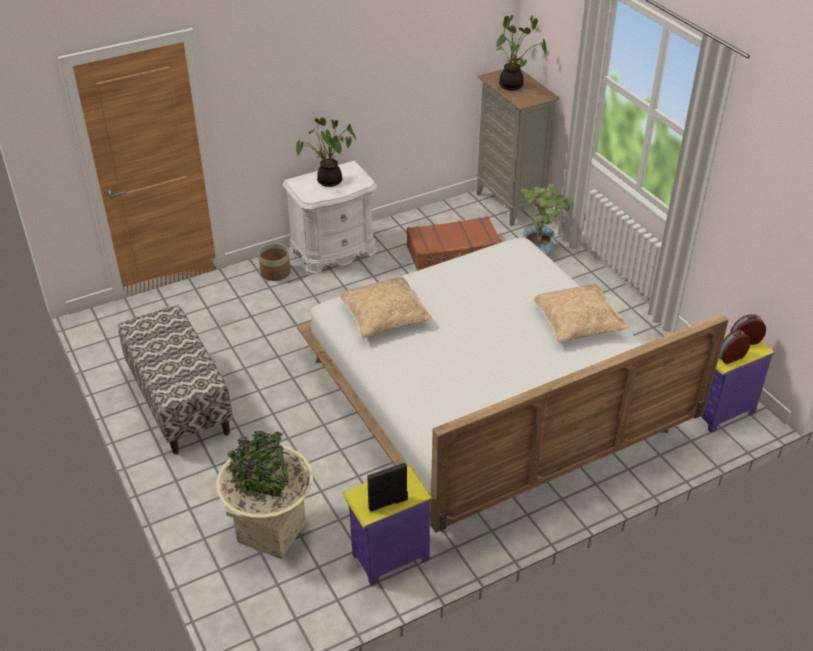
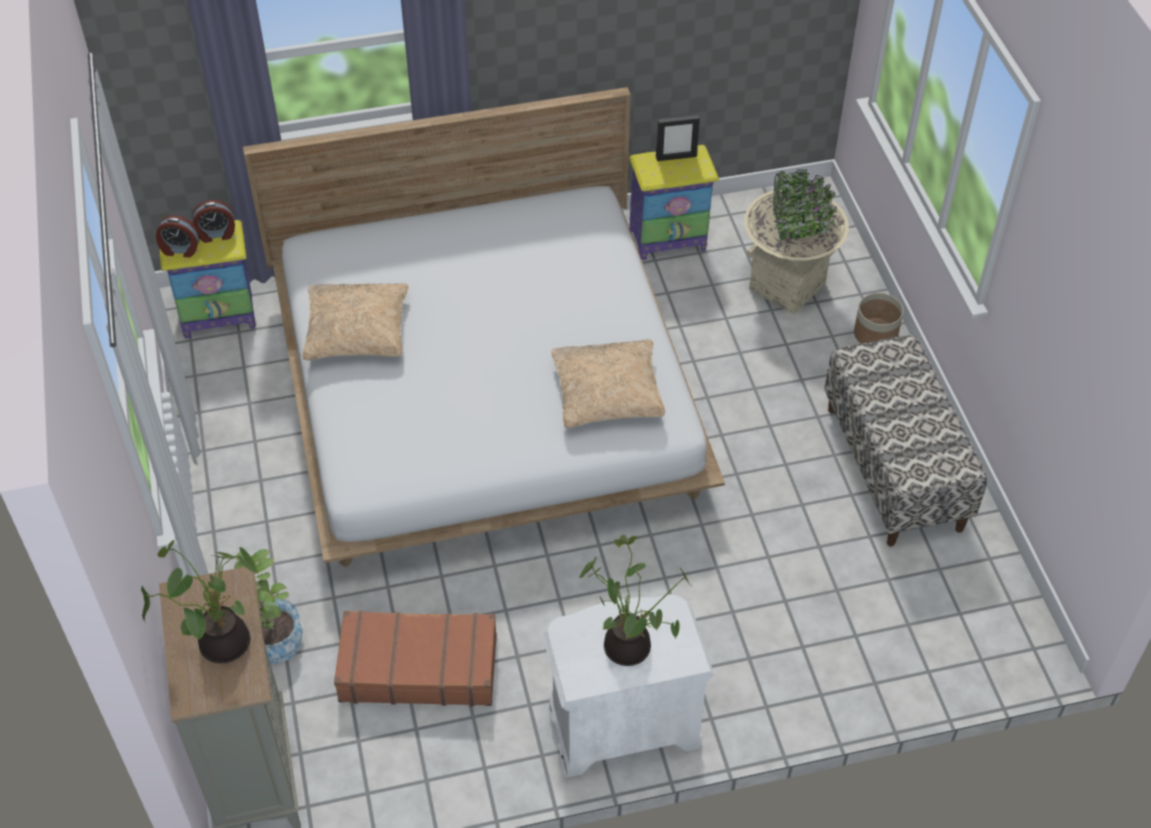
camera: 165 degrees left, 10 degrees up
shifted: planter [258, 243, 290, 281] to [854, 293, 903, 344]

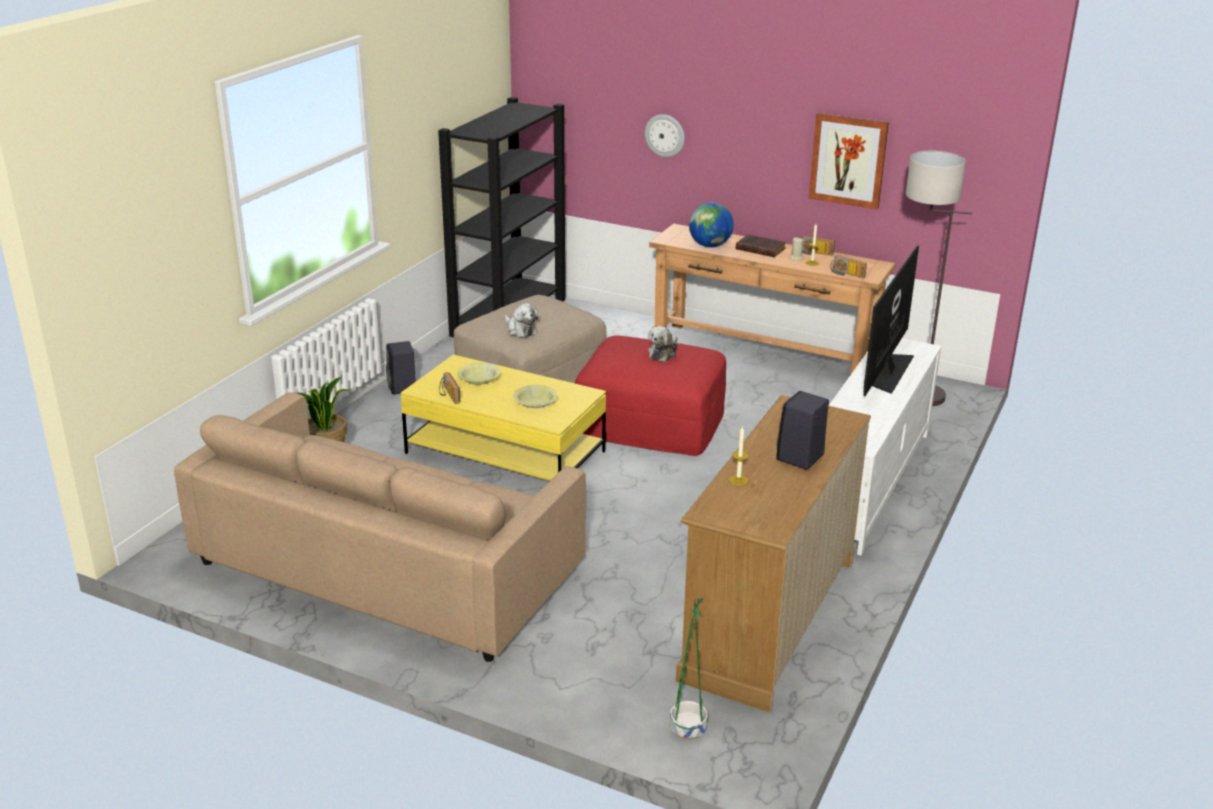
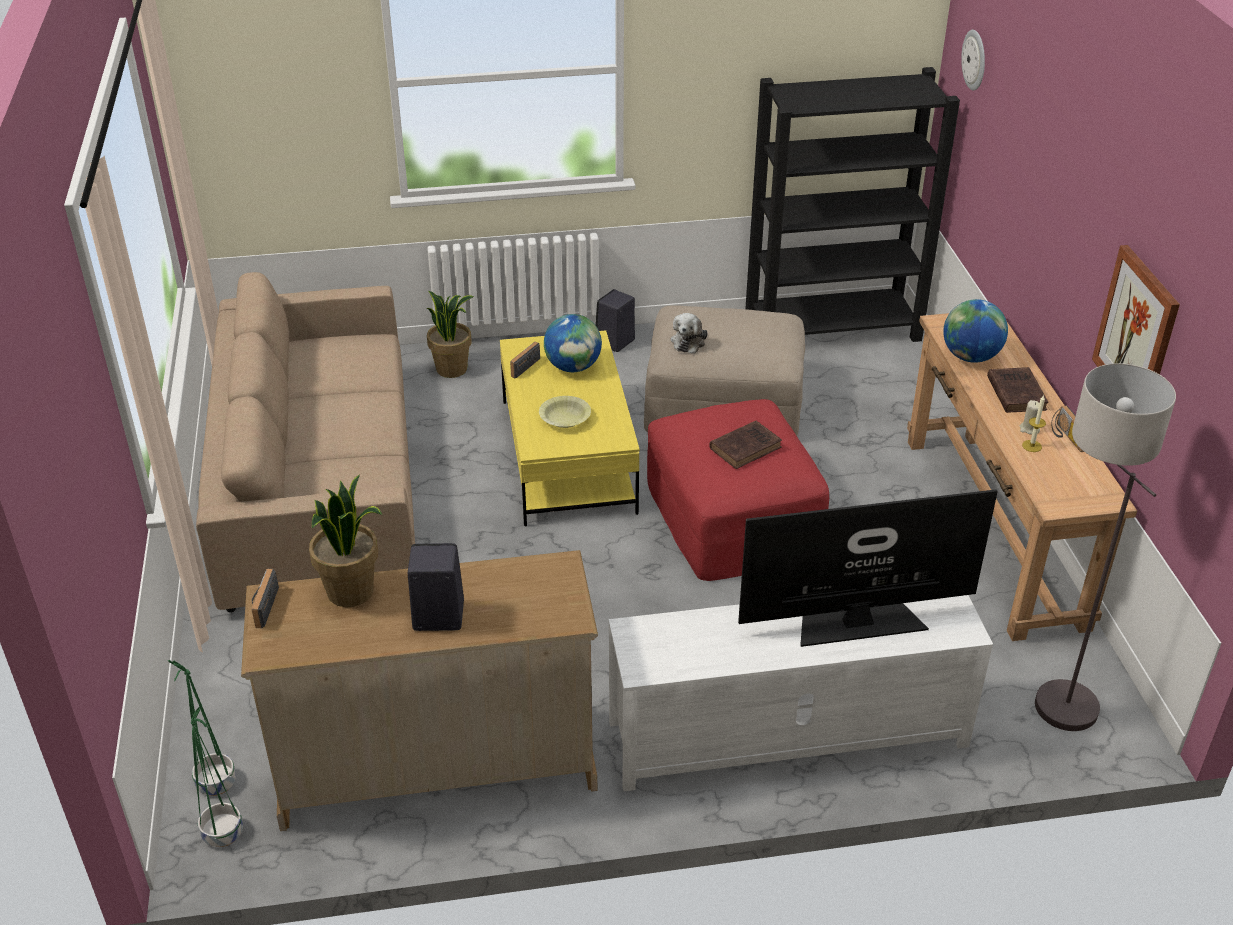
camera: 55 degrees right, 10 degrees up
new: planter in green-coloured [191, 705, 243, 847]
shifted: radio [830, 255, 867, 278] to [251, 569, 279, 628]; wall clock [645, 114, 685, 157] to [961, 30, 985, 91]
swapped: candle [729, 426, 749, 486] to potted plant [309, 475, 382, 607]; bowl in yellow-coloured [457, 363, 500, 385] to desk globe [544, 314, 602, 372]; soft toy [648, 326, 678, 362] to book in brown-coloured [710, 420, 782, 469]

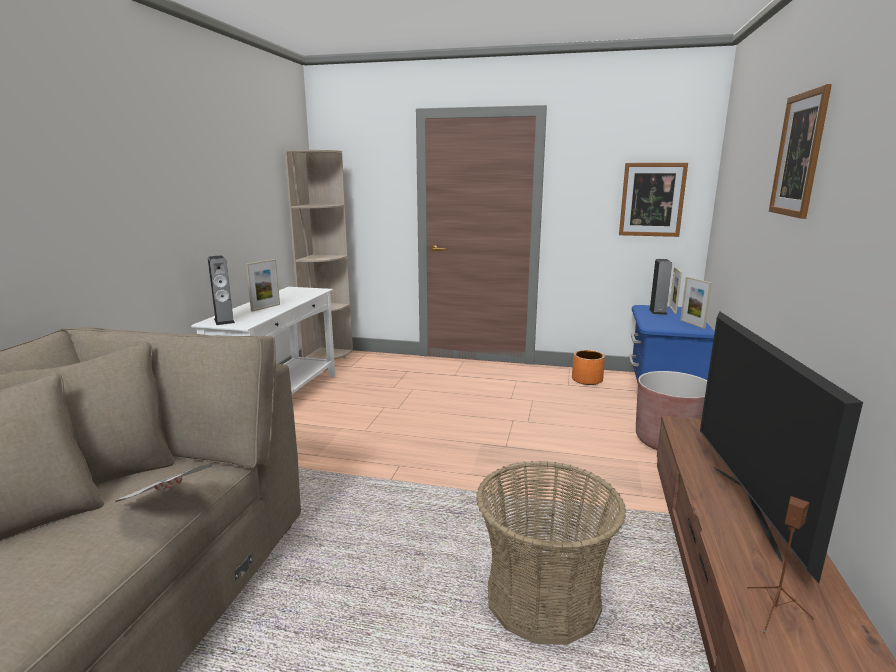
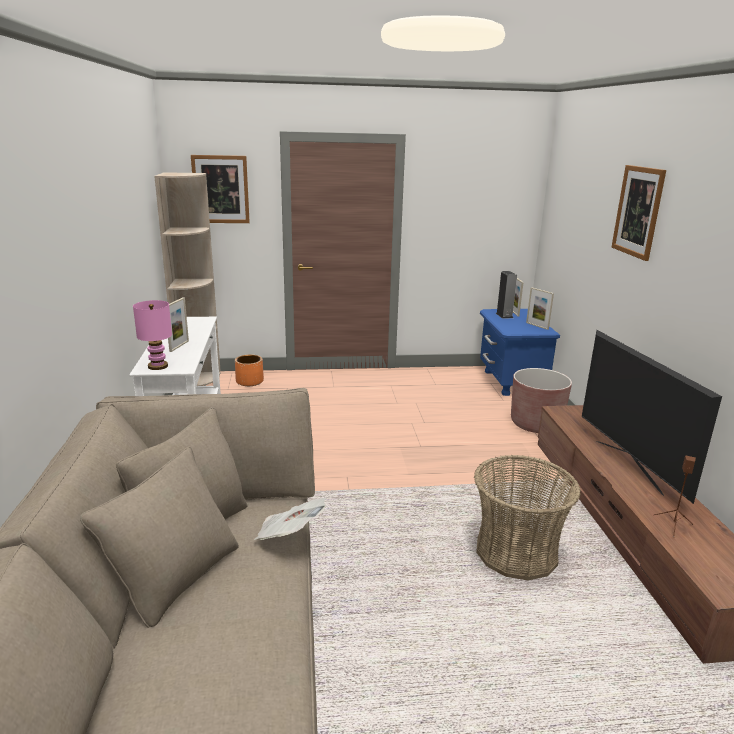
camera: 20 degrees left, 5 degrees up
shifted: wall art [619, 163, 688, 237] to [191, 155, 250, 223]; planter in orangey [572, 350, 605, 385] to [235, 354, 264, 386]
swapped: audio speaker [208, 256, 235, 325] to table lamp in pink [133, 300, 172, 370]

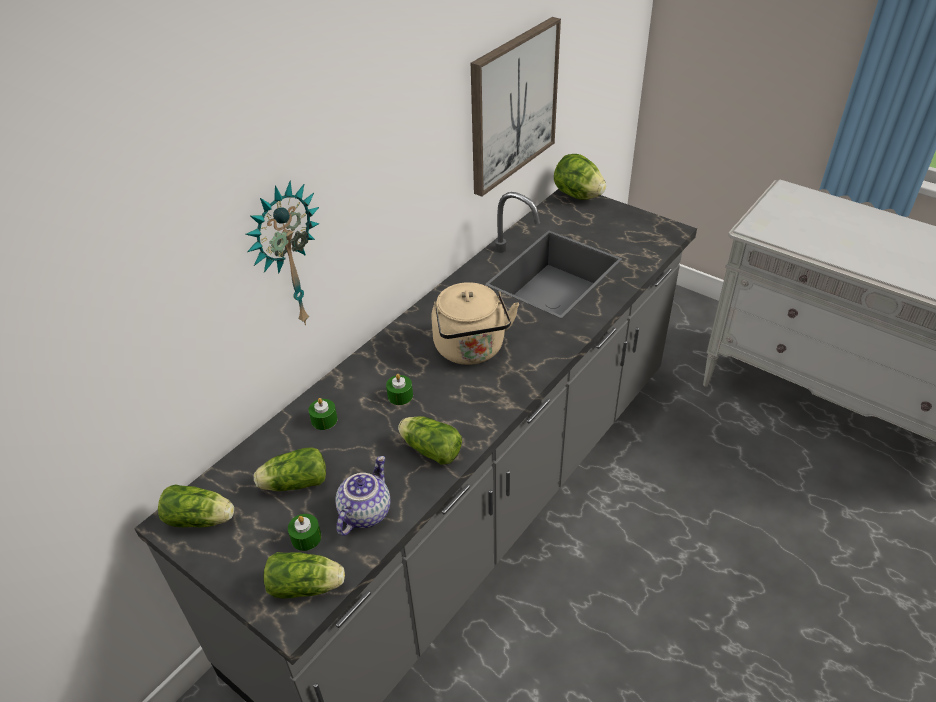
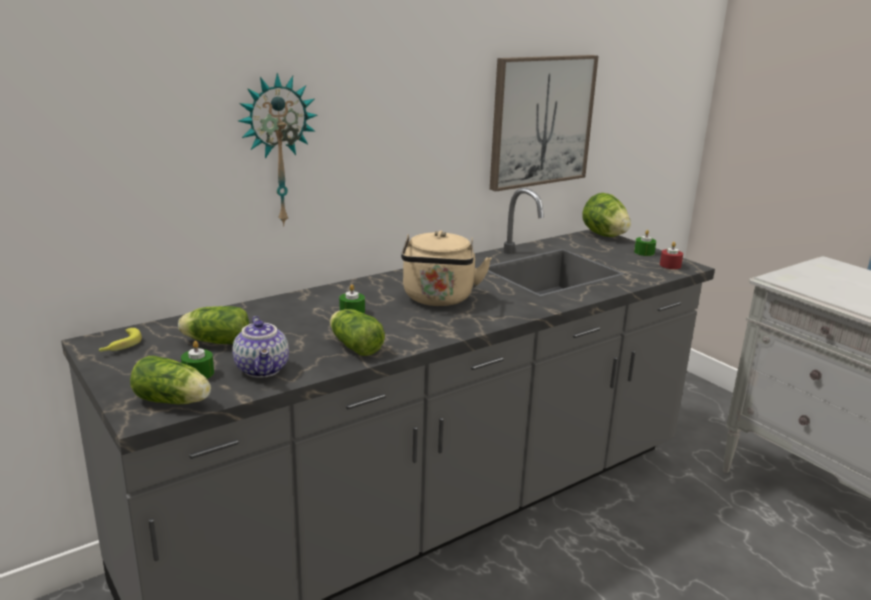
camera: 15 degrees right, 20 degrees down
new: candle in reddish [660, 242, 683, 269]
shifted: candle in green-coloured [309, 398, 338, 430] to [634, 230, 656, 256]
swapped: lettuce head [158, 485, 234, 527] to banana fruit [98, 328, 142, 352]
rotated: pot for tea [335, 456, 390, 536] = [233, 316, 289, 378] 120 degrees clockwise

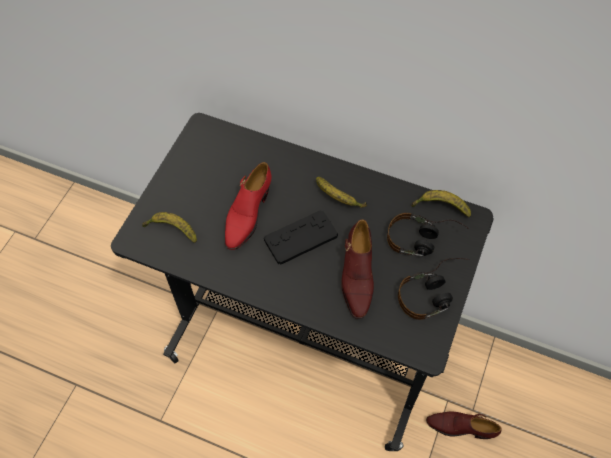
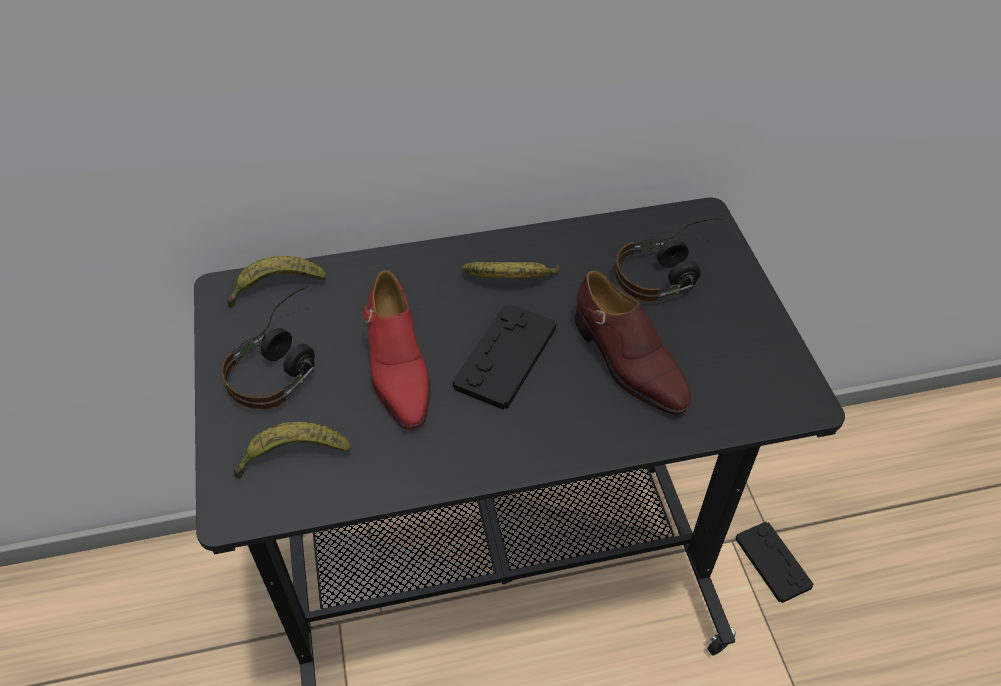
camera: 35 degrees left, 10 degrees down
shifted: pair of headphones [398, 258, 469, 320] to [221, 286, 315, 410]; banana fruit [411, 190, 471, 217] to [227, 256, 326, 308]
swapped: shoe in brown-coloured [426, 411, 502, 439] to gamepad in blackish [736, 522, 813, 603]

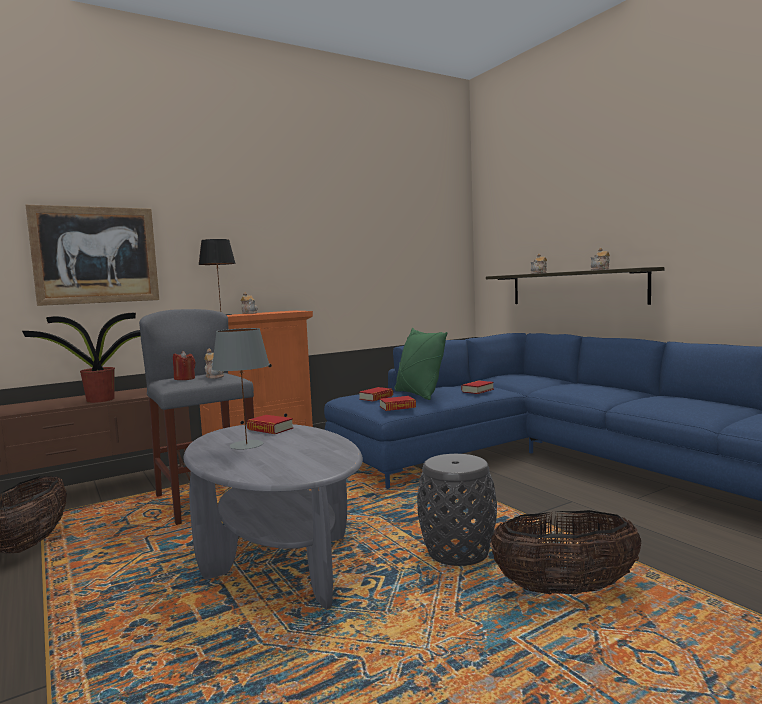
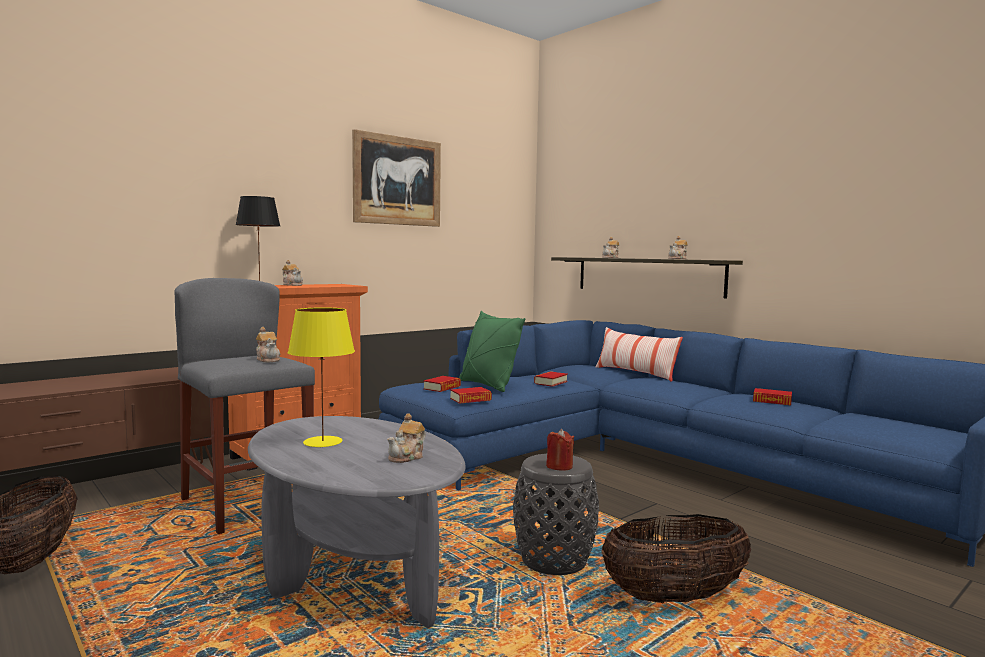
camera: 10 degrees left, 0 degrees up
gone: potted plant [22, 313, 141, 403]
new: pot for tea [387, 413, 425, 463]; pillow [596, 327, 683, 382]
shifted: wall art [26, 205, 159, 306] to [352, 129, 441, 227]; candle in reddish [173, 351, 195, 380] to [546, 429, 574, 471]; book [247, 415, 293, 434] to [753, 388, 792, 405]
repainted: table lamp in grey [212, 328, 270, 450] to table lamp in yellow-coloured [288, 307, 355, 447]

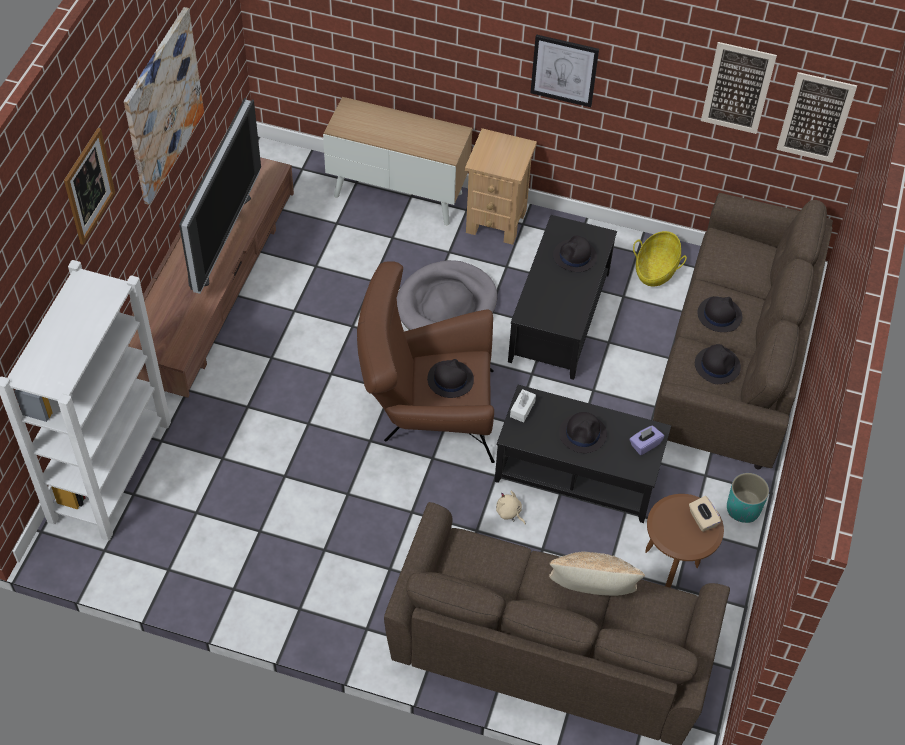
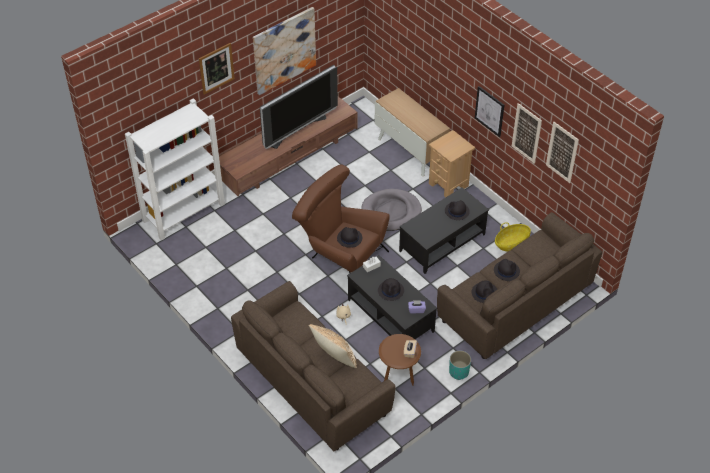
camera: 35 degrees right, 5 degrees down
shifted: wall art [776, 72, 857, 163] to [512, 103, 542, 164]

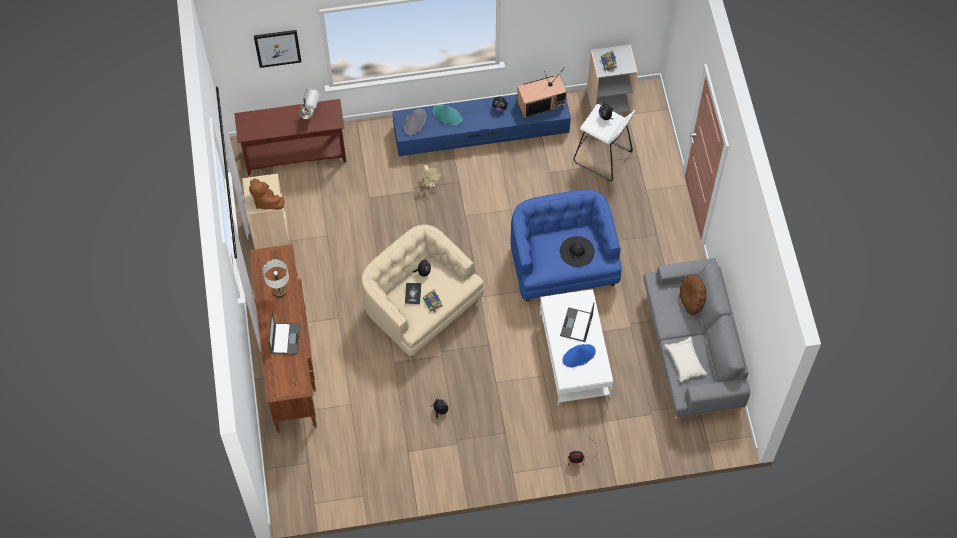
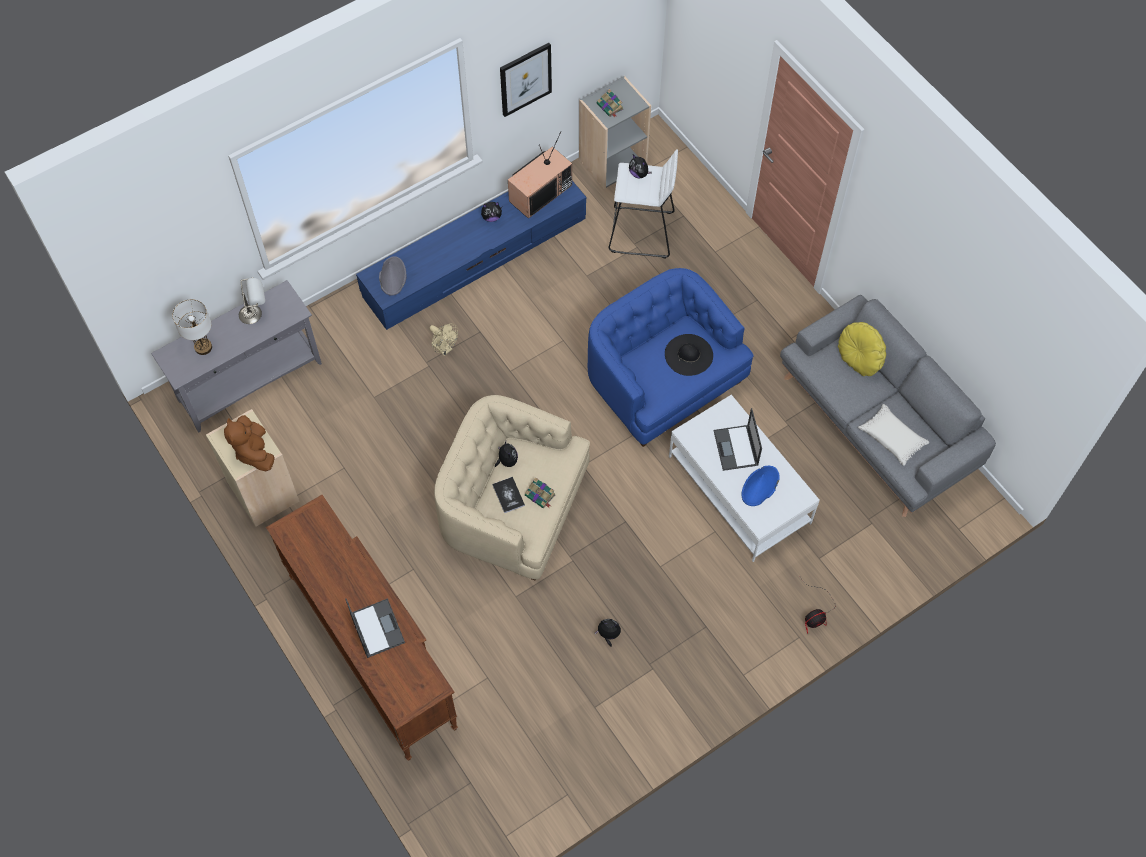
camera: 25 degrees left, 0 degrees up
gone: wearable hat in turquoise-coloured [433, 105, 463, 126]
shifted: table lamp [263, 259, 289, 297] to [172, 299, 212, 355]; wall art [254, 30, 301, 68] to [500, 43, 552, 117]
repainted: console table in brown-coloured [234, 99, 346, 176] to console table in grey [151, 280, 322, 433]; pillow in brown-coloured [680, 274, 706, 315] to pillow in yellow-coloured [838, 322, 886, 376]
rotated: soft toy in brown-coloured [249, 178, 285, 210] = [224, 415, 275, 471] 45 degrees clockwise

